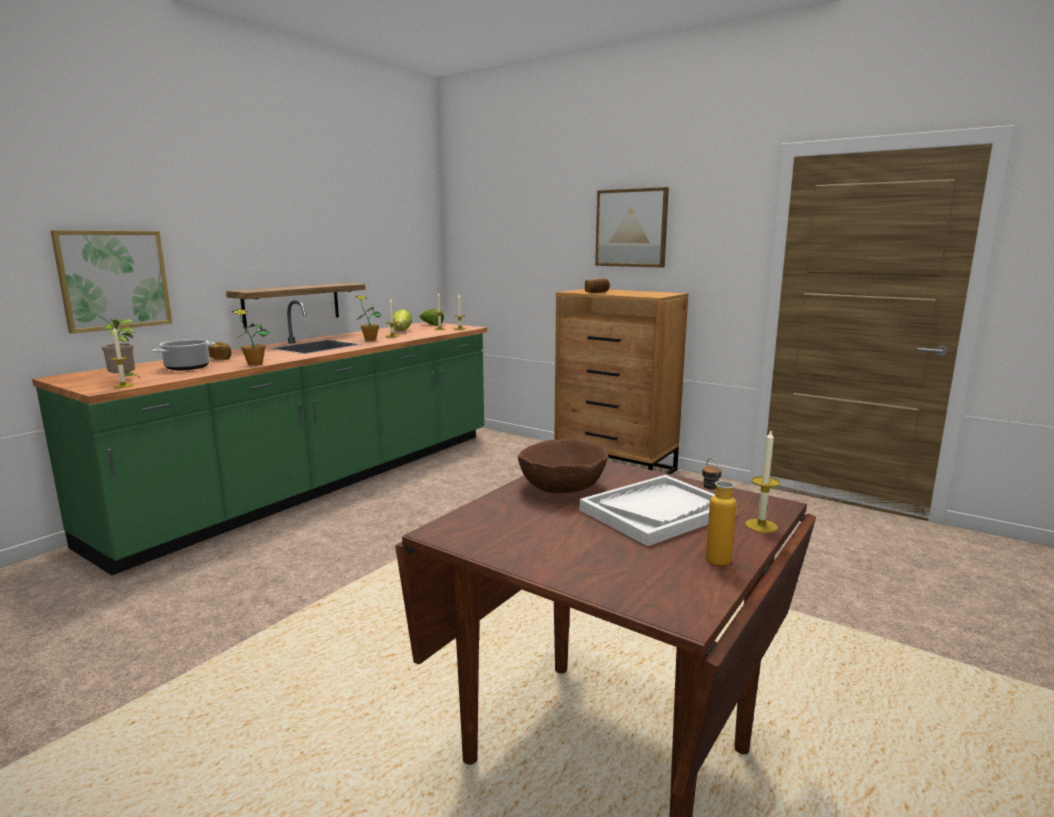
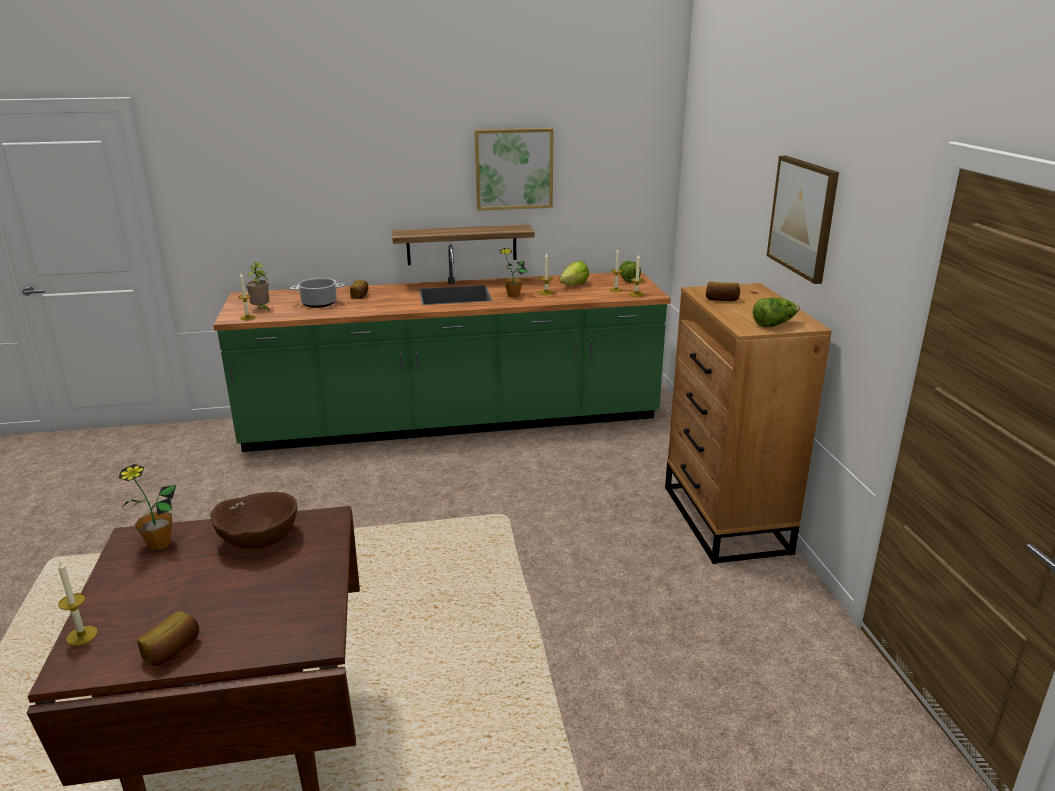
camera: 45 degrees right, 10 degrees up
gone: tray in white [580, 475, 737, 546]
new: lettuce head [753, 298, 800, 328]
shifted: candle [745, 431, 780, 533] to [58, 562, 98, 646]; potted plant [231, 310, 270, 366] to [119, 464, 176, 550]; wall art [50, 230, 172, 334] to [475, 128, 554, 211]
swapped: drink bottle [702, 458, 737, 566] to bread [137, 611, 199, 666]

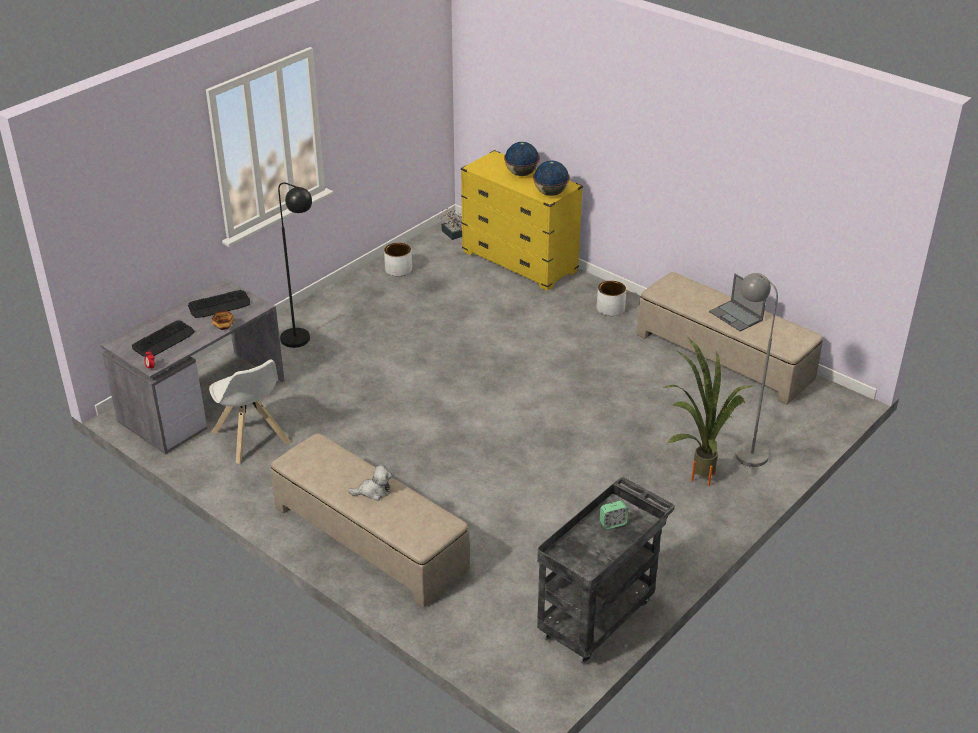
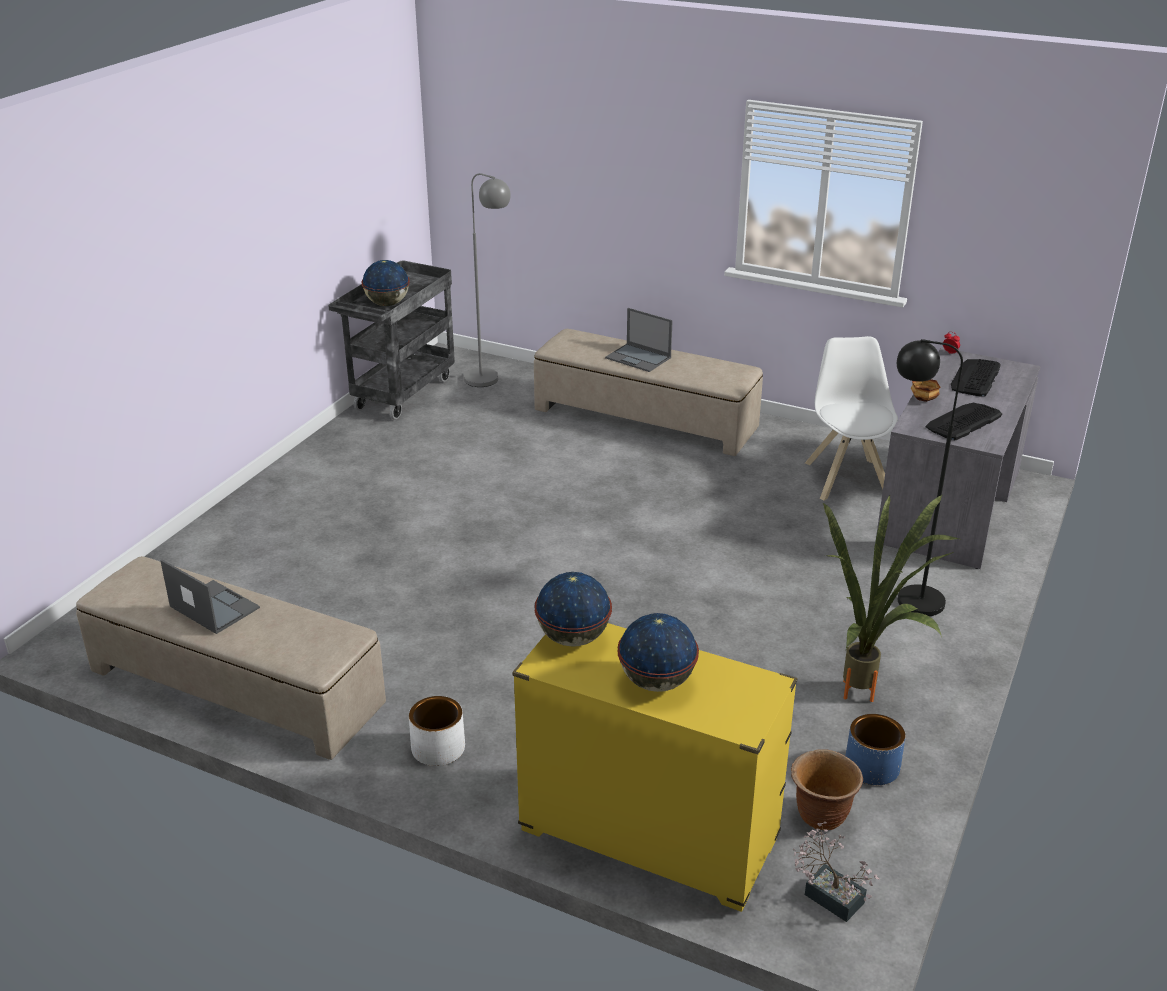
camera: 165 degrees right, 5 degrees down
new: planter in brown-coloured [791, 749, 863, 830]
shifted: standing lamp in grey [735, 273, 778, 467] to [464, 173, 511, 387]; potted plant [664, 338, 752, 486] to [822, 495, 959, 702]
swapped: alarm clock [600, 501, 628, 529] to desk globe [362, 260, 410, 306]; soft toy [348, 465, 392, 501] to laptop [605, 308, 673, 372]
repainted: planter in white [384, 243, 412, 277] to planter in blue [845, 714, 906, 785]
rotated: chair in white [209, 360, 290, 464] = [805, 336, 898, 501] 45 degrees clockwise

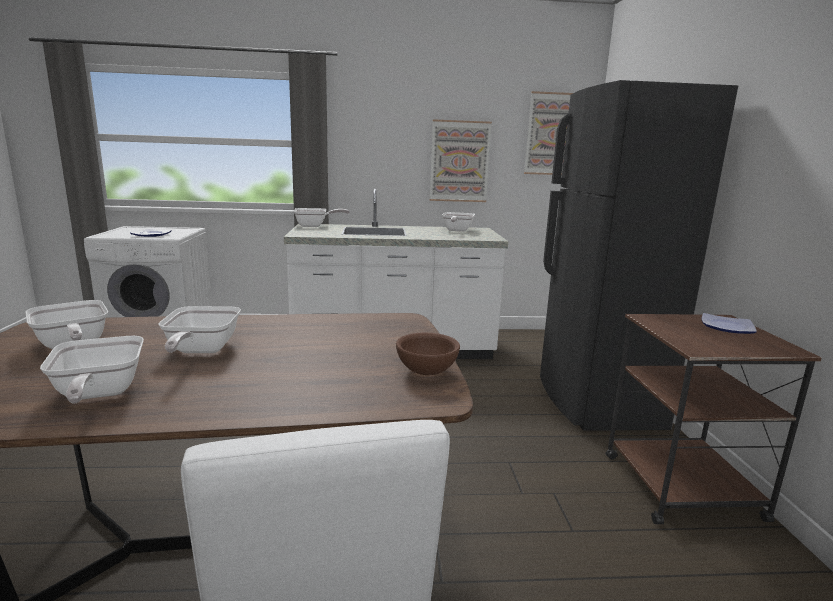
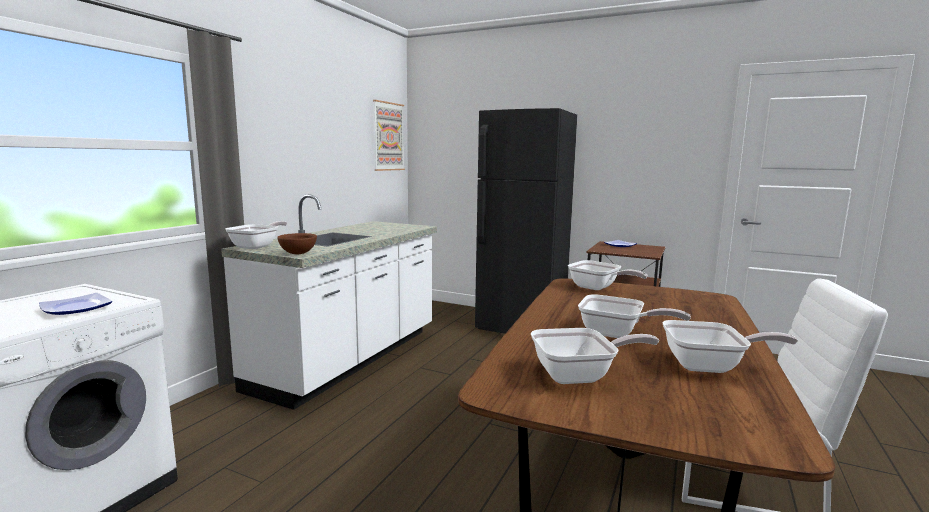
camera: 60 degrees left, 5 degrees down
gone: wall art [430, 119, 492, 202]
shifted: bowl in brown-coloured [396, 333, 460, 375] to [277, 233, 317, 254]; skillet [442, 212, 475, 232] to [568, 260, 648, 290]

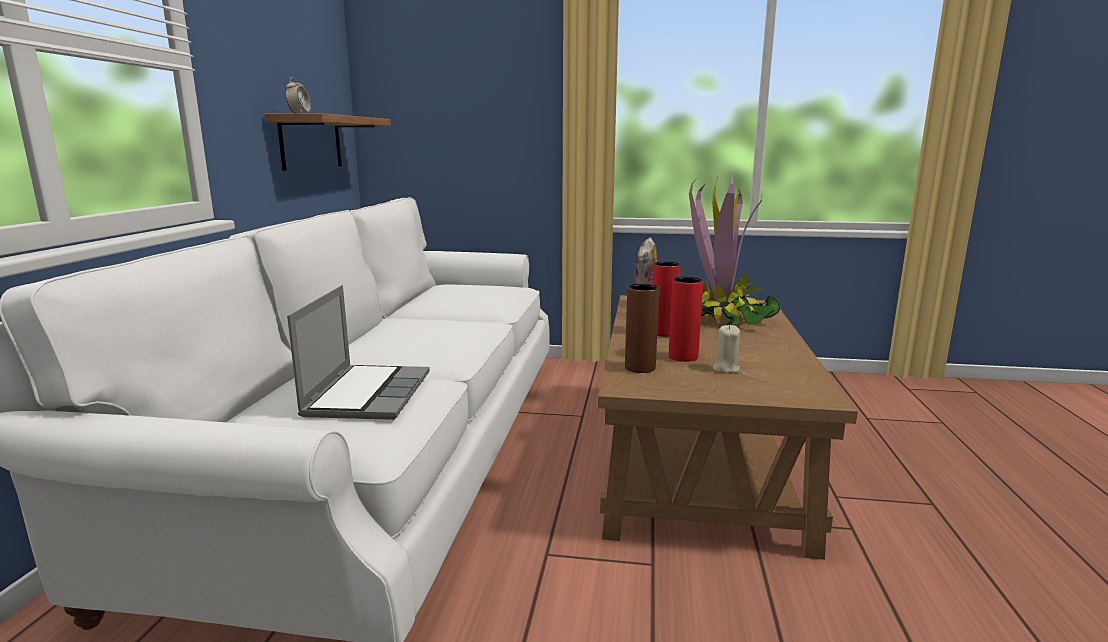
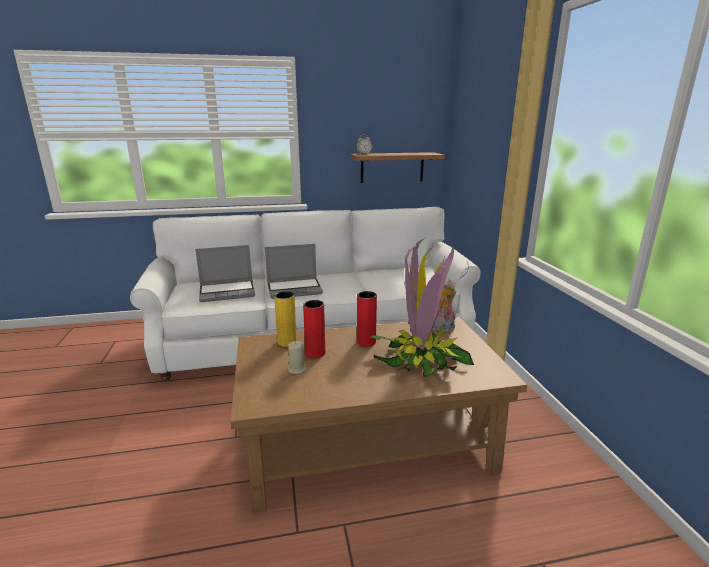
camera: 70 degrees right, 5 degrees up
new: laptop [265, 244, 323, 299]
repainted: flower vase in brown-coloured [625, 284, 659, 373] to flower vase in yellow-coloured [274, 291, 297, 347]

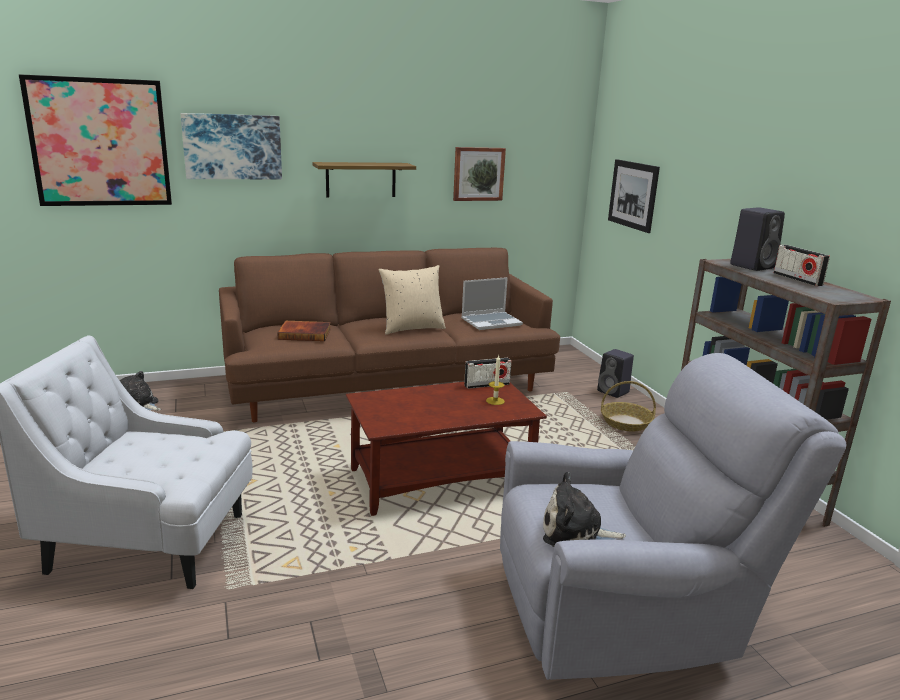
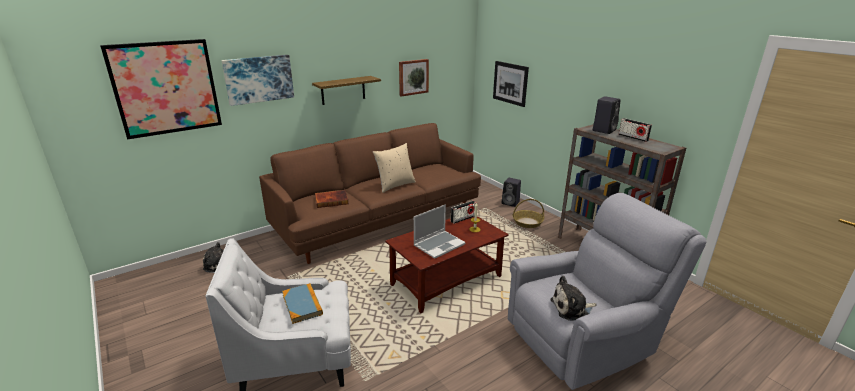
camera: 15 degrees left, 5 degrees up
new: book [282, 283, 323, 324]
shifted: laptop [461, 277, 523, 330] to [414, 204, 466, 259]

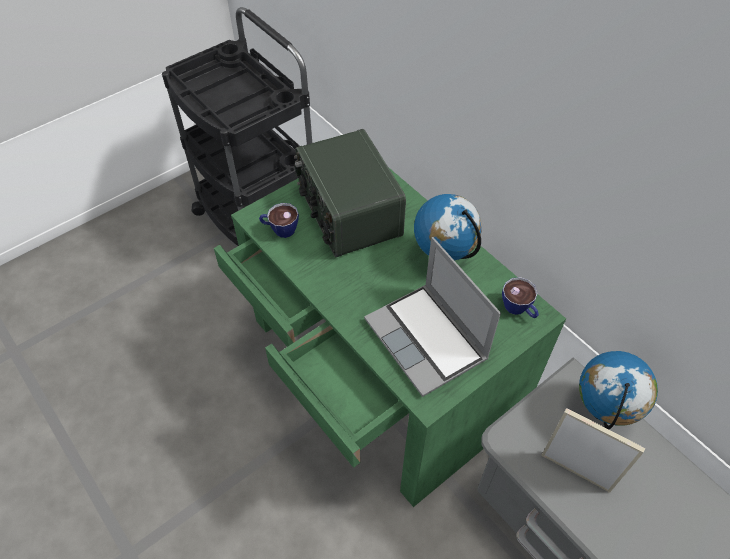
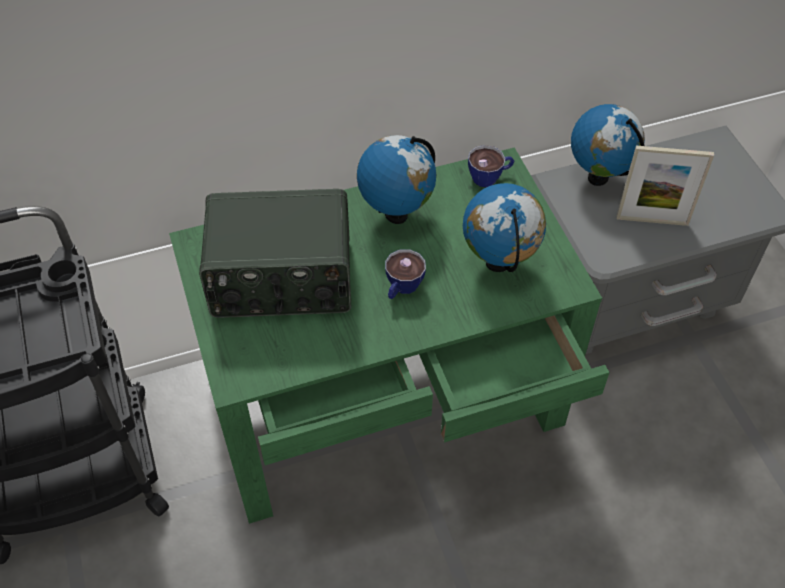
camera: 70 degrees left, 0 degrees up
shifted: small cup [259, 203, 299, 238] to [385, 249, 426, 299]
swapped: laptop [364, 237, 501, 397] to desk globe [463, 183, 546, 272]
rotated: standing frame [541, 408, 645, 493] = [617, 145, 714, 226] 135 degrees counterclockwise

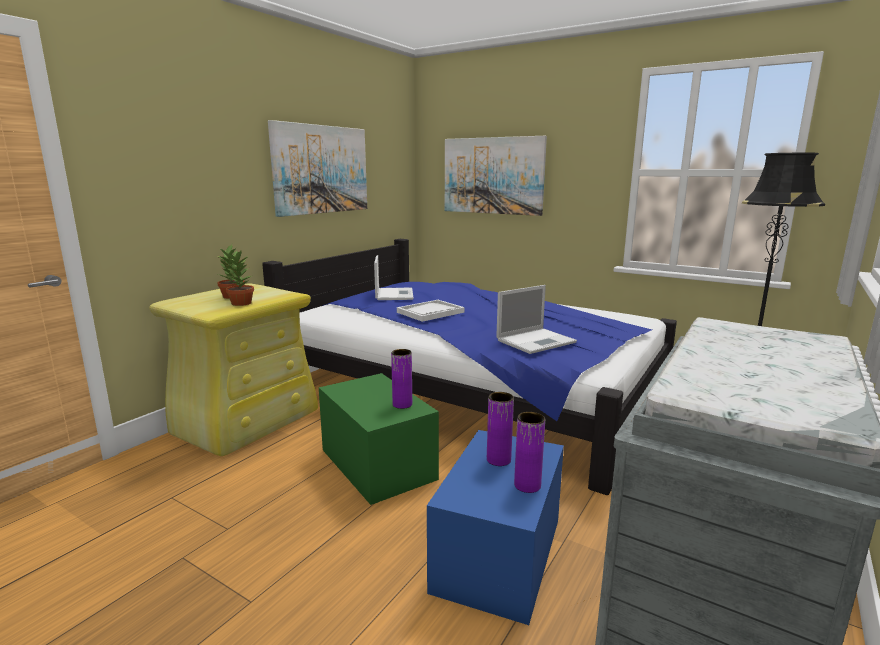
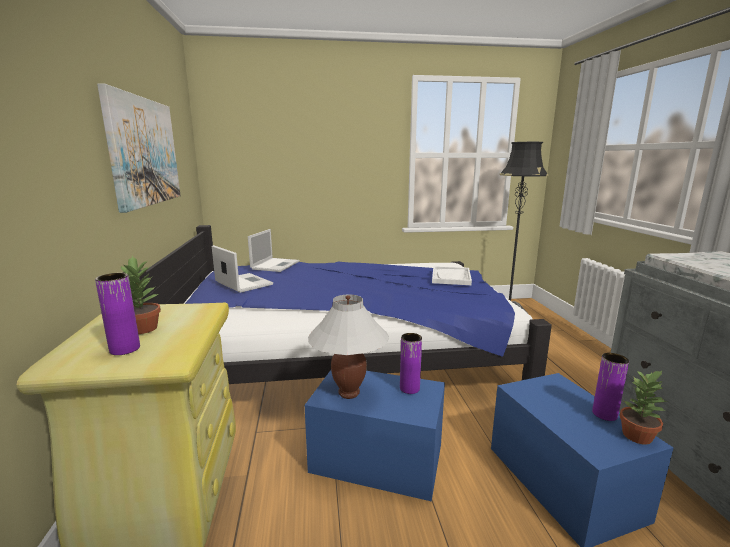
camera: 40 degrees left, 0 degrees up
gone: wall art [445, 136, 547, 216]
new: table lamp in white [308, 294, 389, 399]
shifted: flower vase in purplish [487, 392, 514, 466] to [95, 273, 140, 355]; laptop [496, 285, 577, 354] to [248, 229, 299, 272]; tray in white [397, 300, 465, 322] to [432, 266, 472, 285]; potted plant [226, 250, 254, 306] to [619, 370, 666, 445]
repainted: storage container in green-coloured [319, 373, 439, 505] to storage container in blue [305, 370, 445, 502]

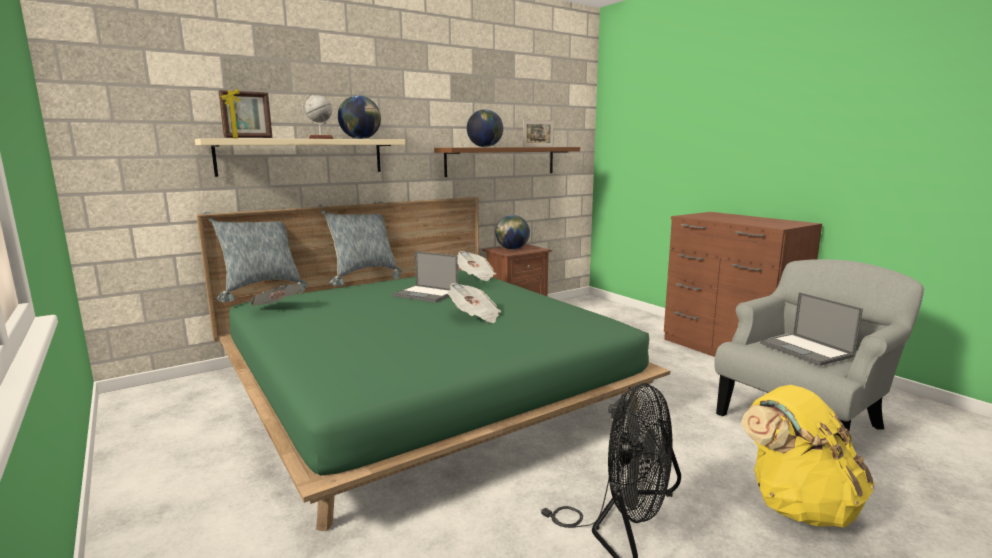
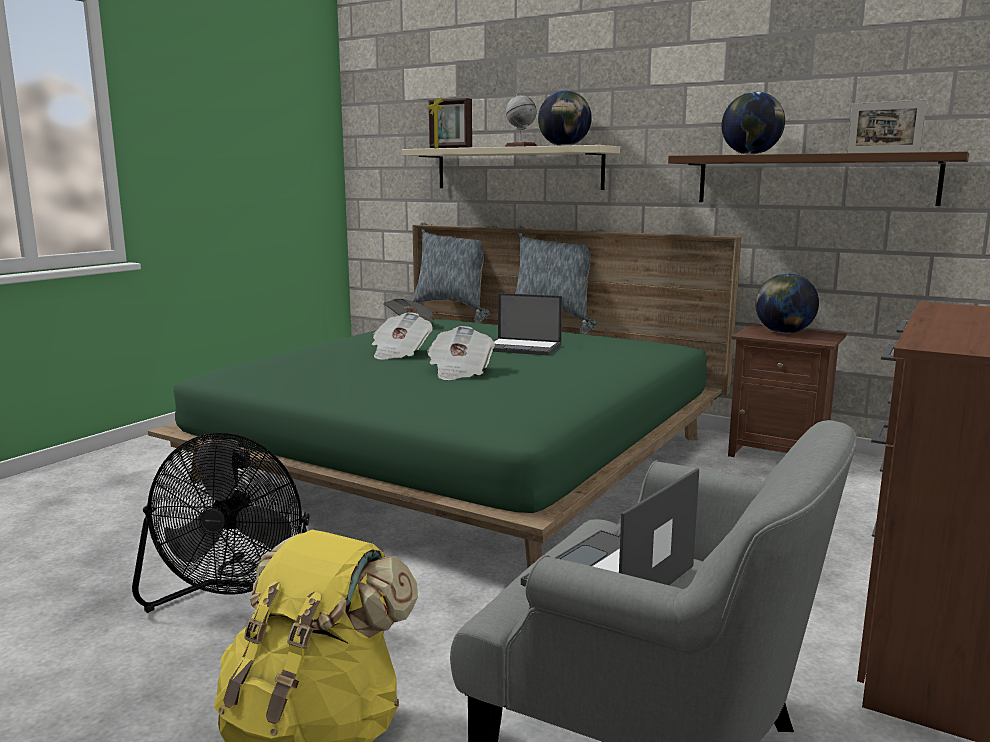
camera: 65 degrees right, 0 degrees up
shifted: newspaper [457, 251, 496, 281] to [372, 312, 433, 360]
rotated: laptop [393, 251, 458, 303] = [493, 293, 562, 355] 75 degrees counterclockwise

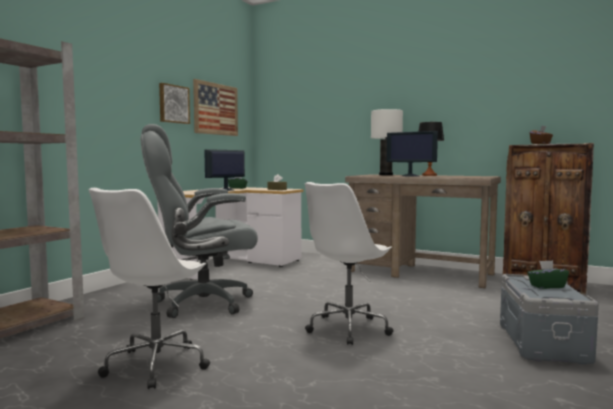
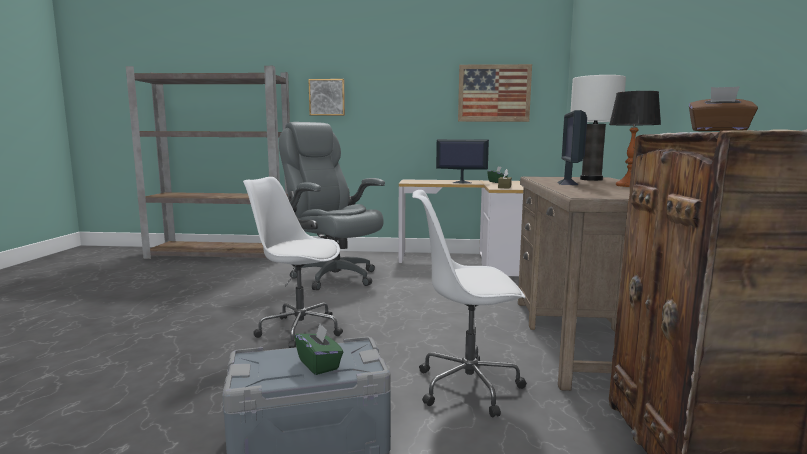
camera: 65 degrees right, 5 degrees up
shifted: wall art [159, 83, 190, 124] to [308, 79, 345, 116]; desk chair in white [88, 188, 210, 389] to [412, 190, 527, 417]

